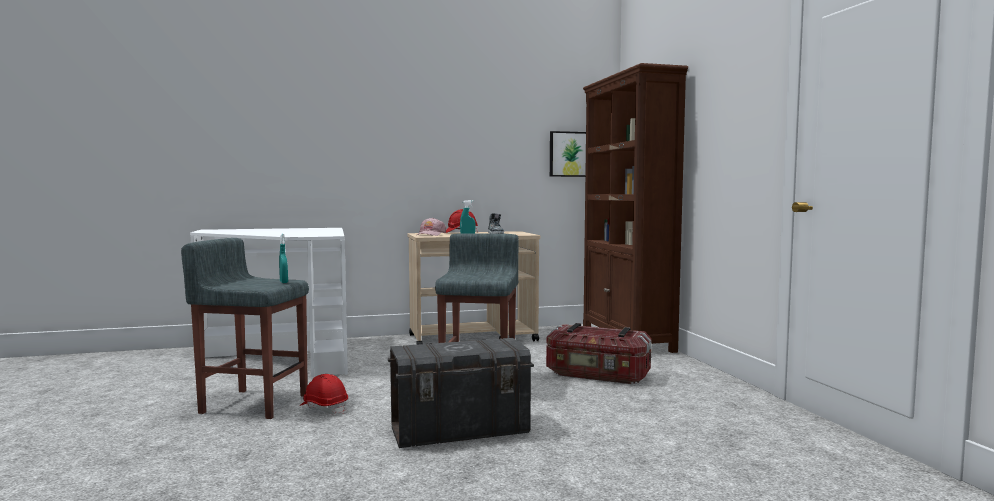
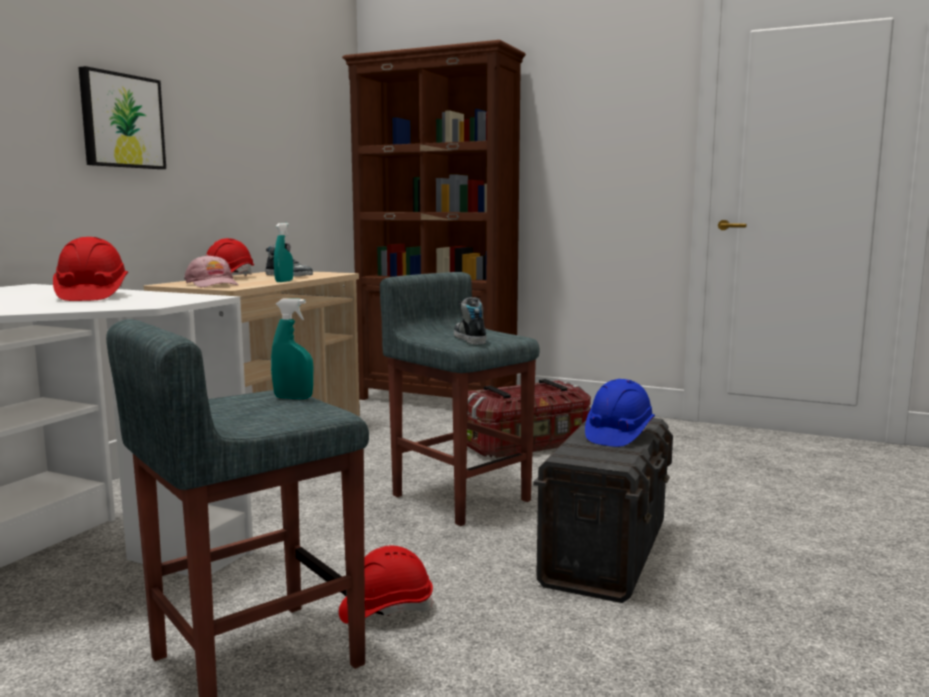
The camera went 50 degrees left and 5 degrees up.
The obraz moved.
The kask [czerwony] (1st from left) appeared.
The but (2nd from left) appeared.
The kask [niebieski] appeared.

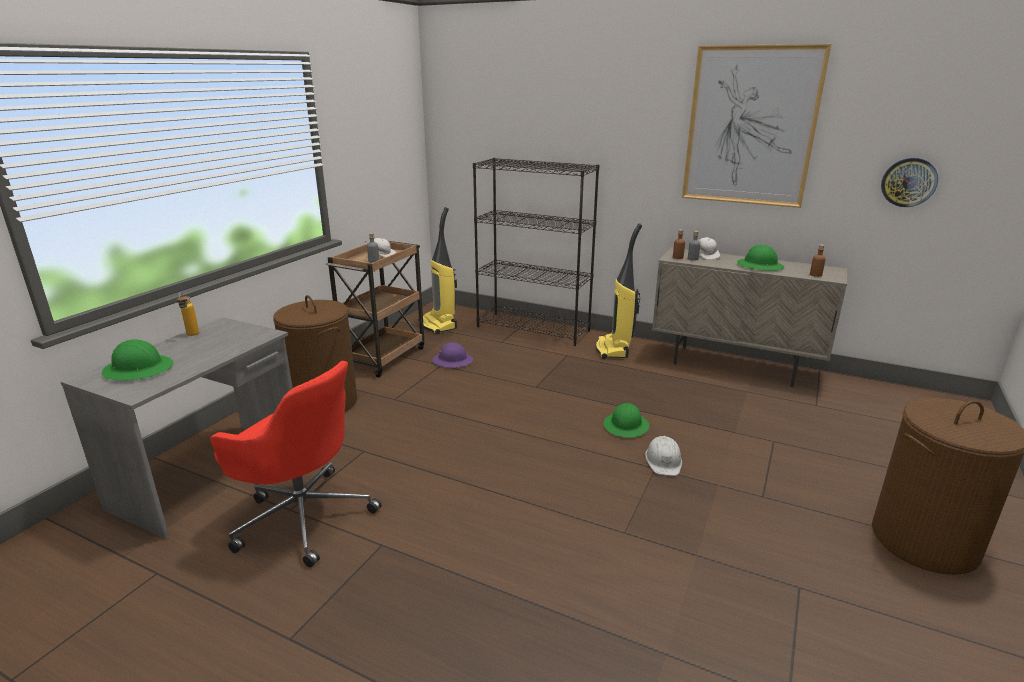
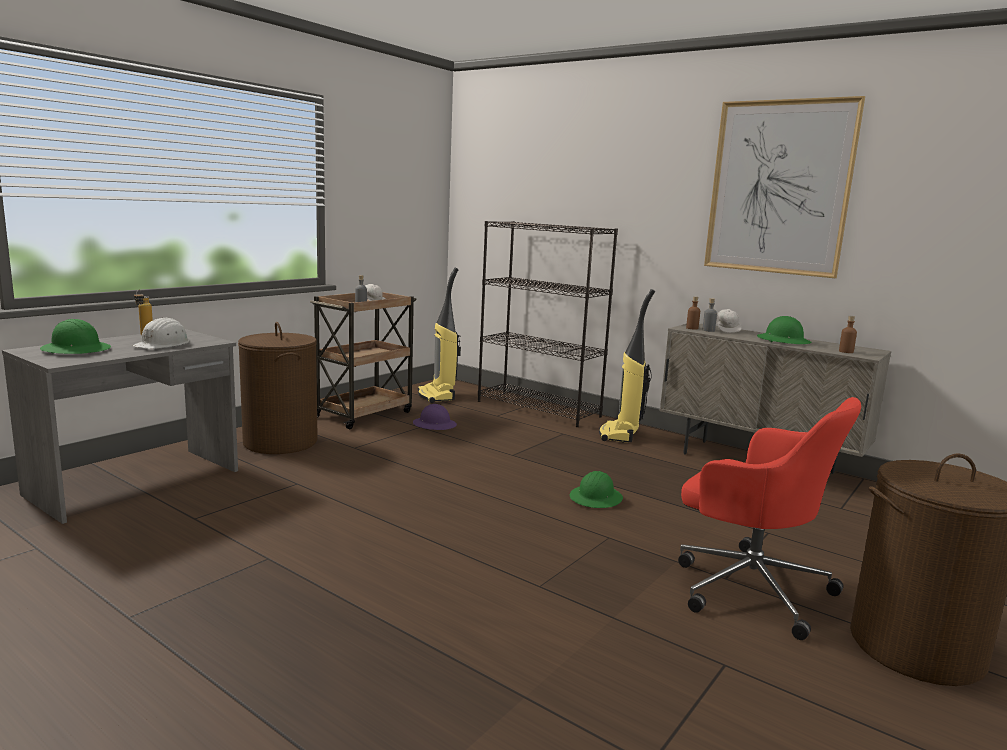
The camera went 10 degrees right and 10 degrees down.
The krzesło biurowe [czerwony] moved.
The kask [biały] moved.
The zegar ścienny disappeared.

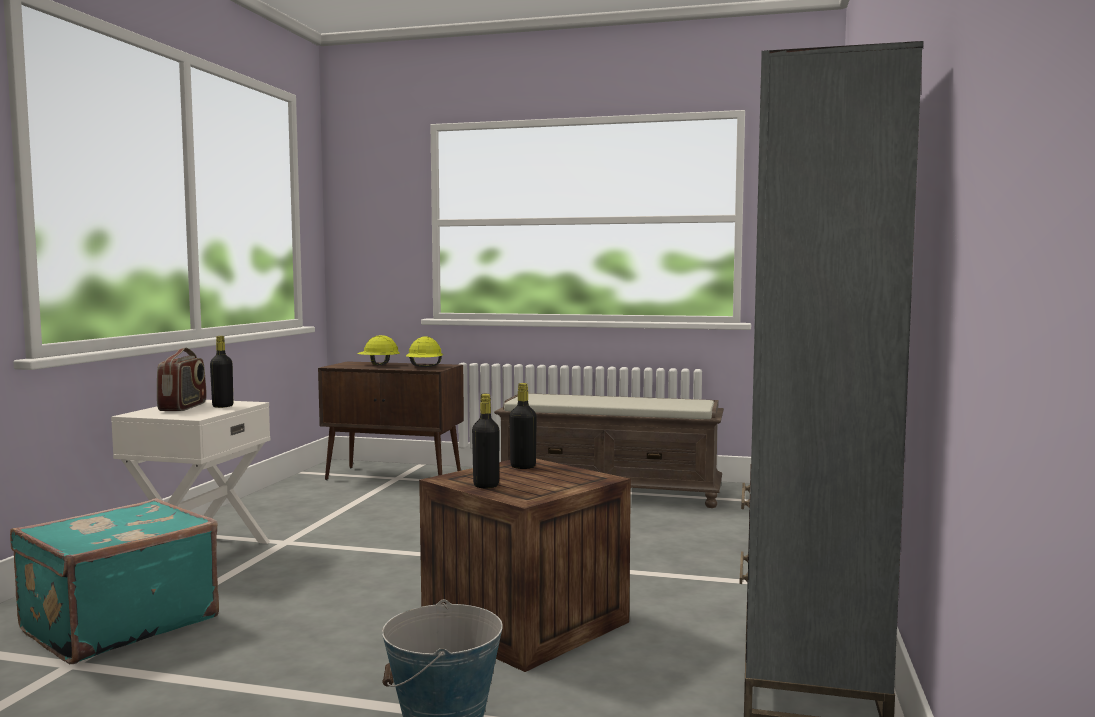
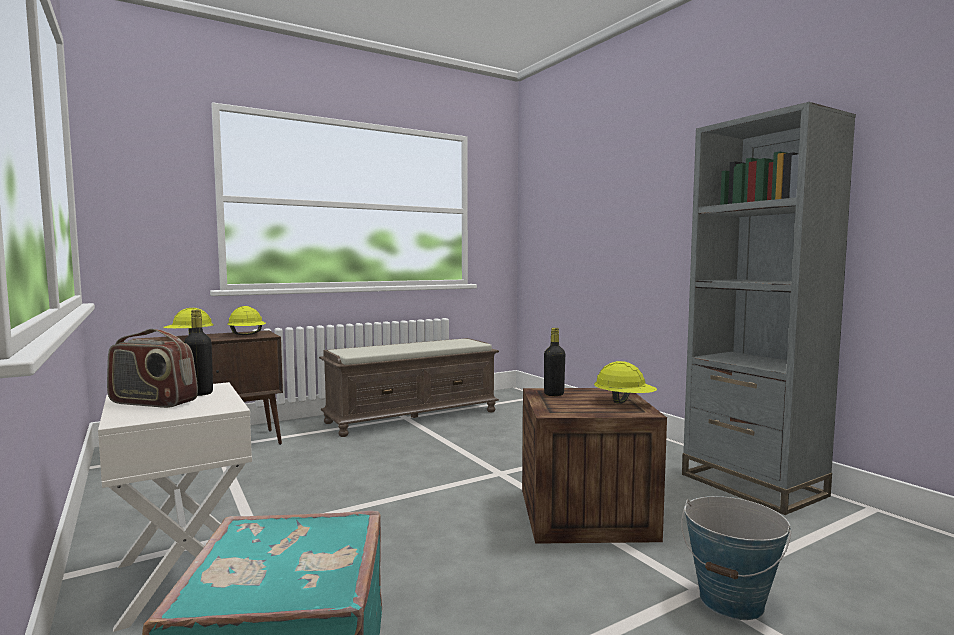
The camera went 45 degrees left and 0 degrees up.
The radio turned 150 degrees clockwise.
The butelka [czarny] (2nd from left) disappeared.
The kask [żółty] (3rd from left) appeared.

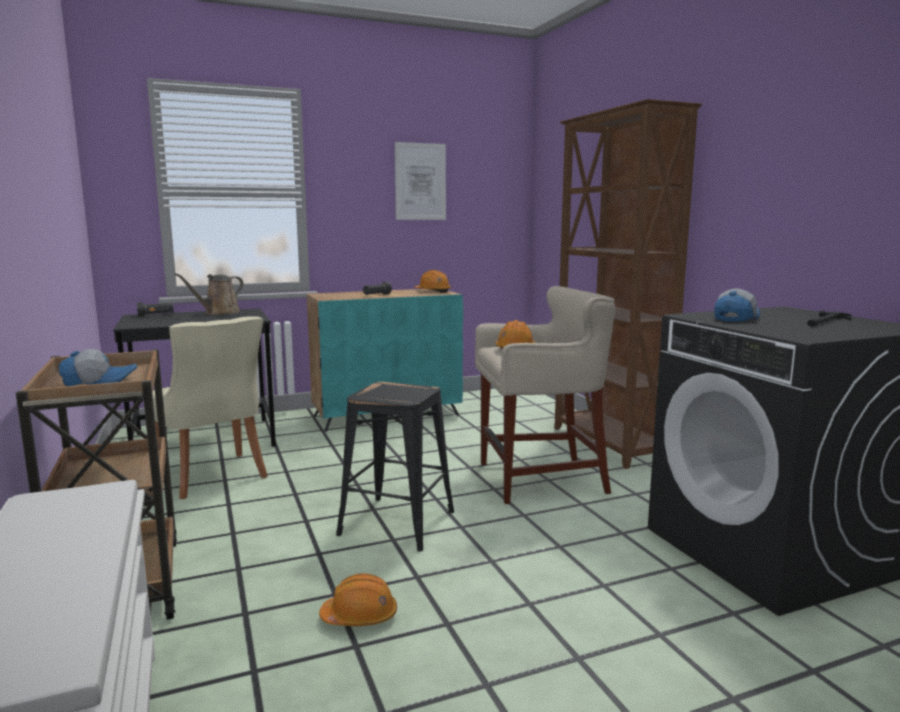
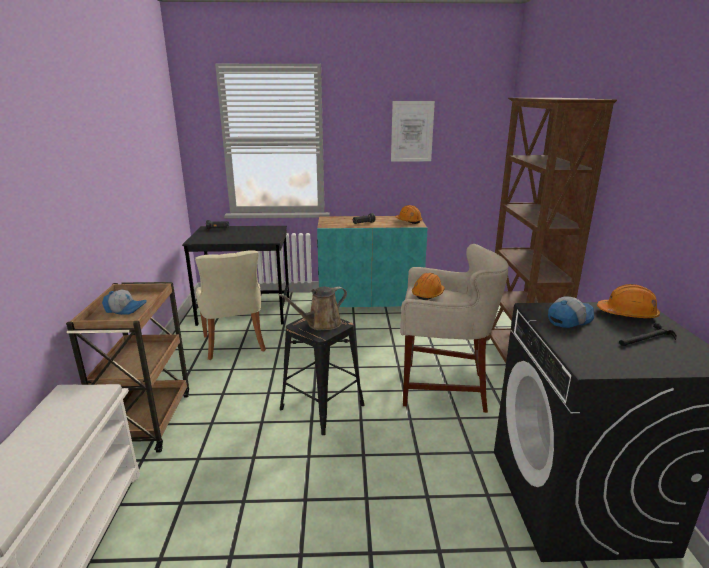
The camera went 20 degrees right and 10 degrees up.
The konewka [brązowy] moved.
The kask [pomarańczowy] (1st from left in the first image) moved.

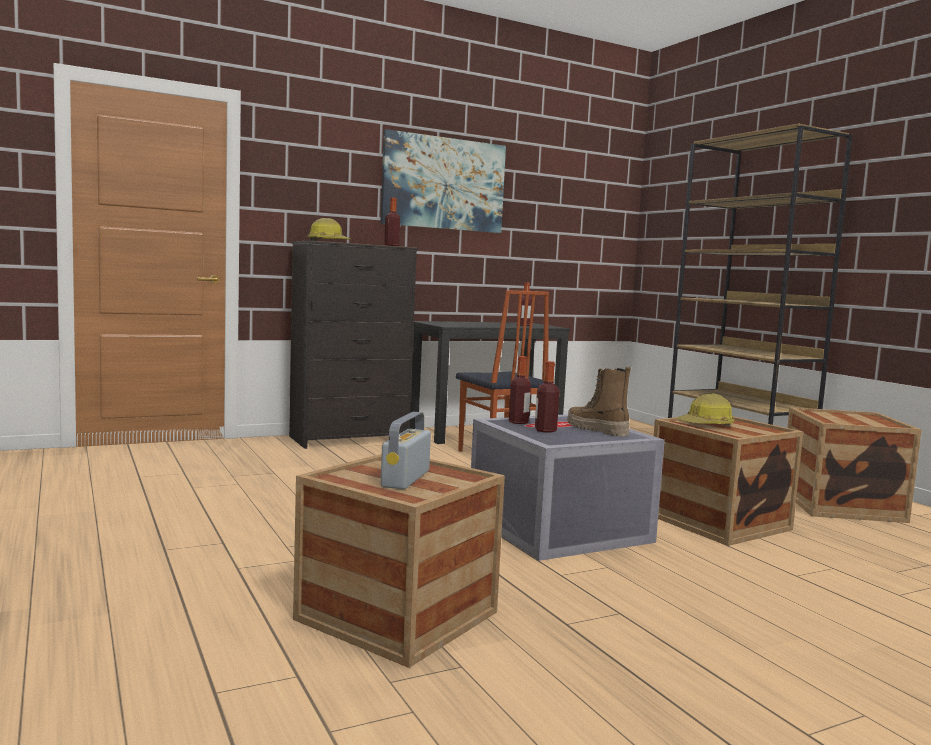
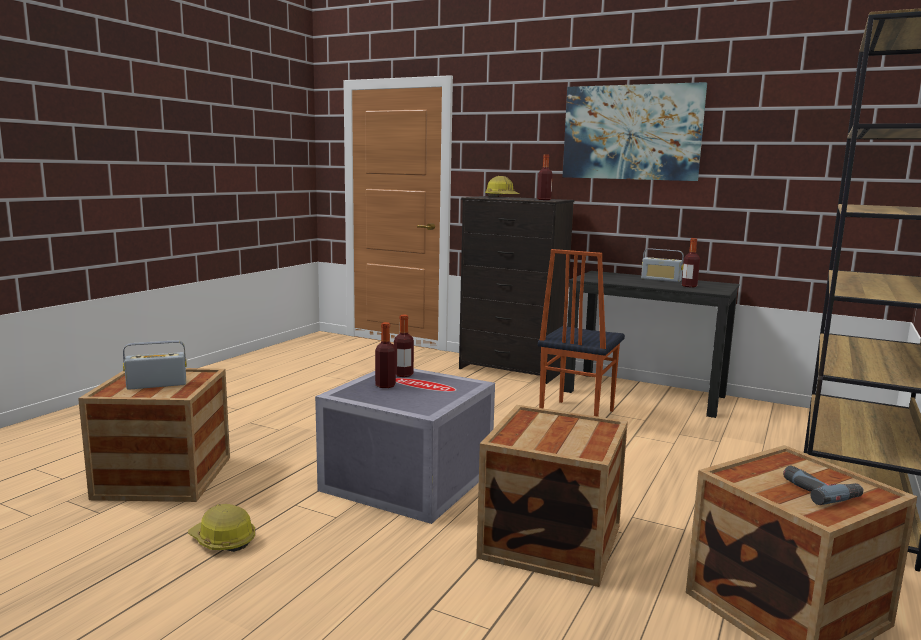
The camera went 55 degrees right and 5 degrees up.
The but z cholewką disappeared.
The kask (2nd from left in the first image) moved.
The radio (2nd from left) appeared.
The wiertarka appeared.

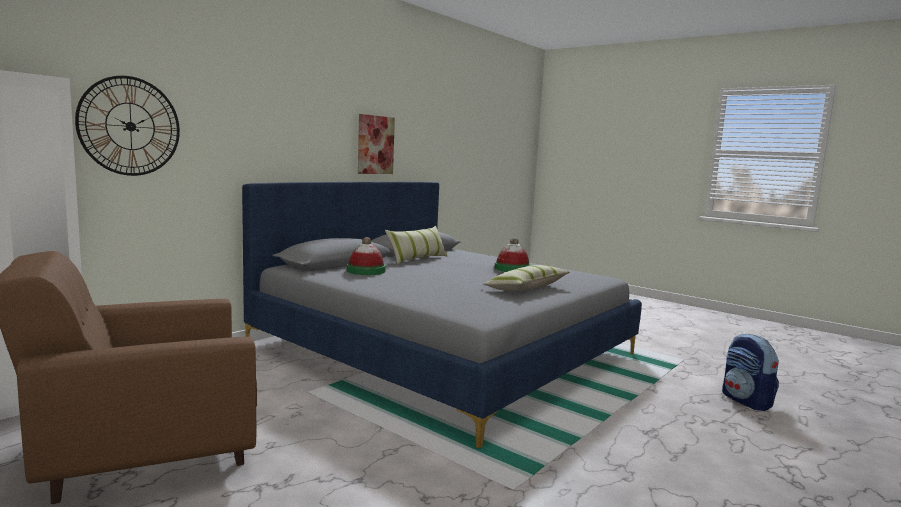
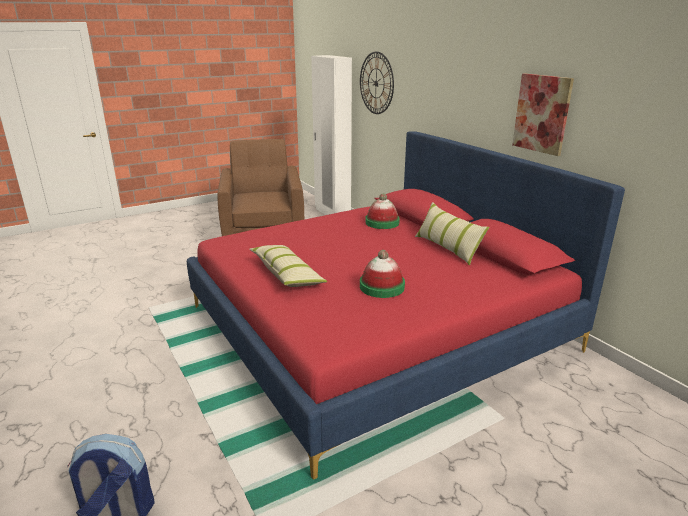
The camera went 110 degrees right and 15 degrees up.
The łóżko [szary] became the łóżko [czerwony].

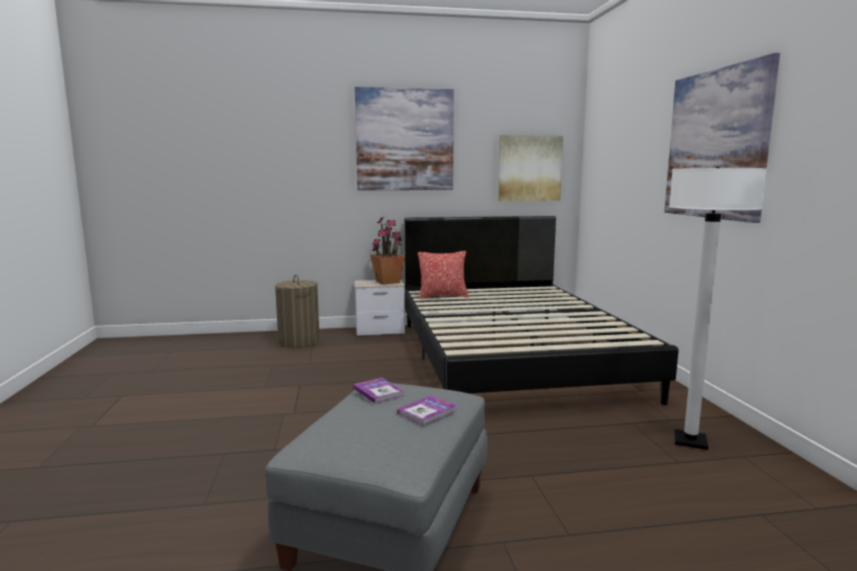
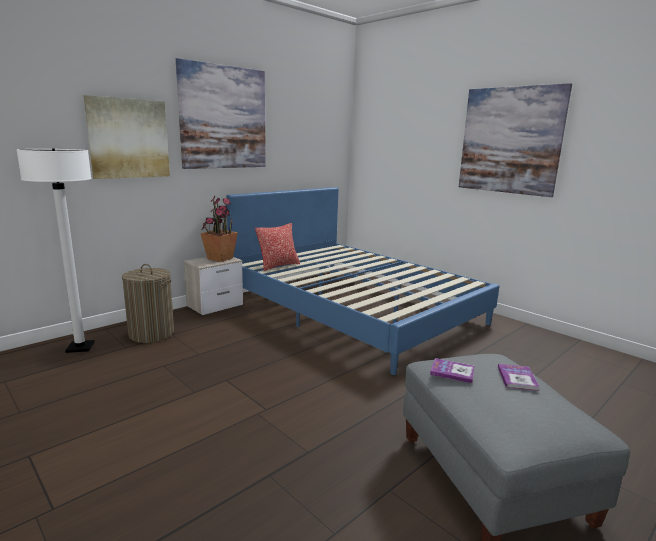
The camera went 35 degrees left and 5 degrees up.
The łóżko [czarny] became the łóżko [niebieski].
The obraz (2nd from left in the first image) moved.
The lampa stojąca [biały] moved.

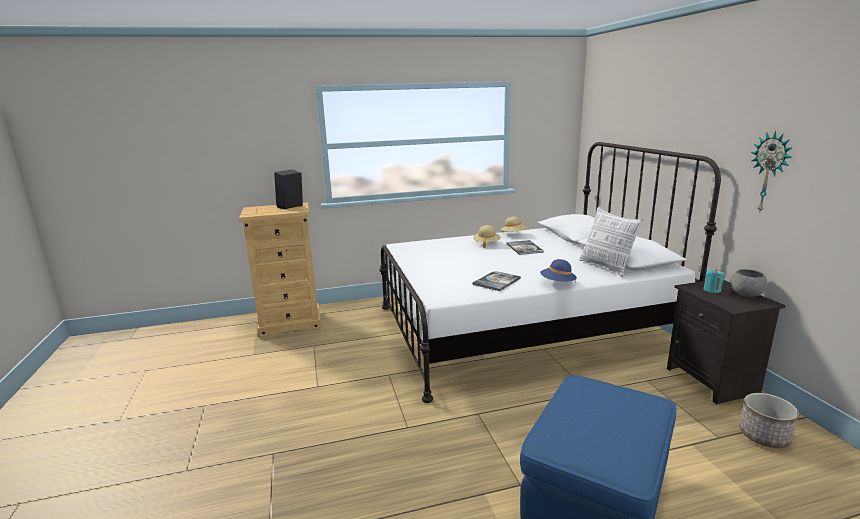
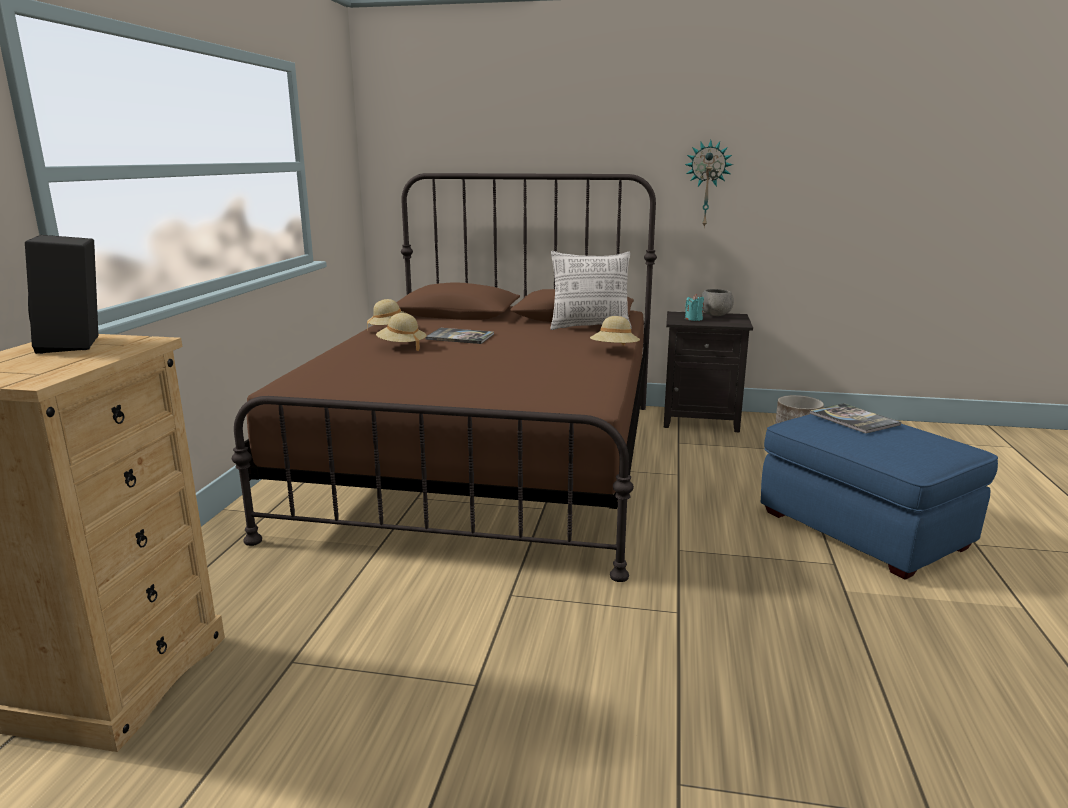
The camera went 65 degrees left and 0 degrees up.
The łóżko [biały] became the łóżko [brązowy].
The książka (1st from left in the first image) moved.
The kapelusz [niebieski] became the kapelusz [beżowy] (3rd from left).

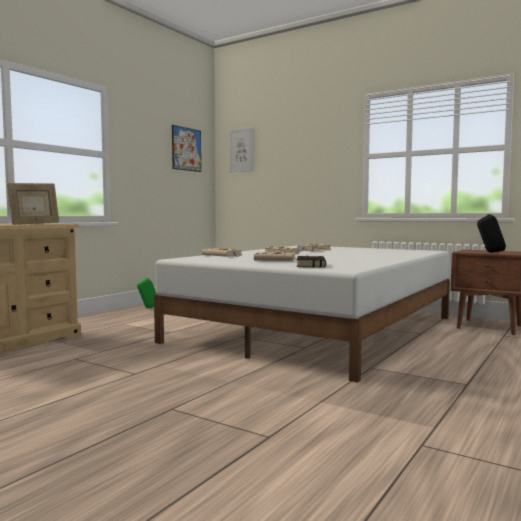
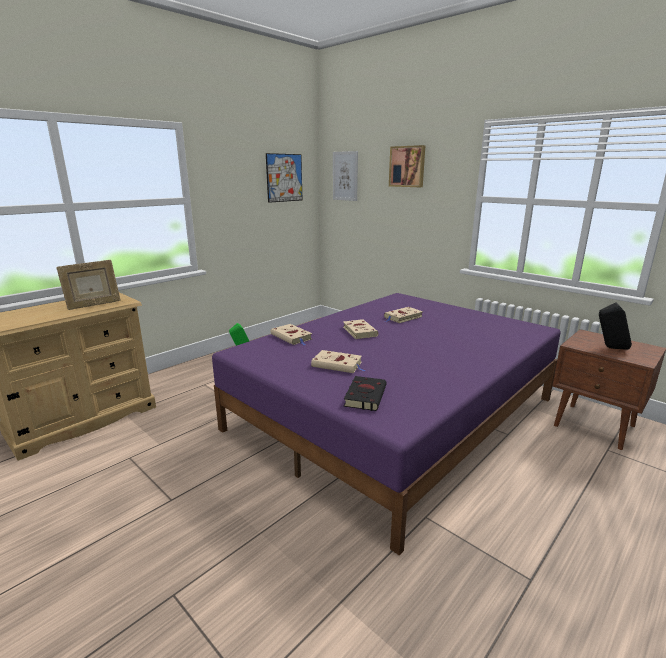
The camera went 10 degrees right and 15 degrees up.
The łóżko [biały] became the łóżko [fioletowy].
The obraz (3rd from left) appeared.

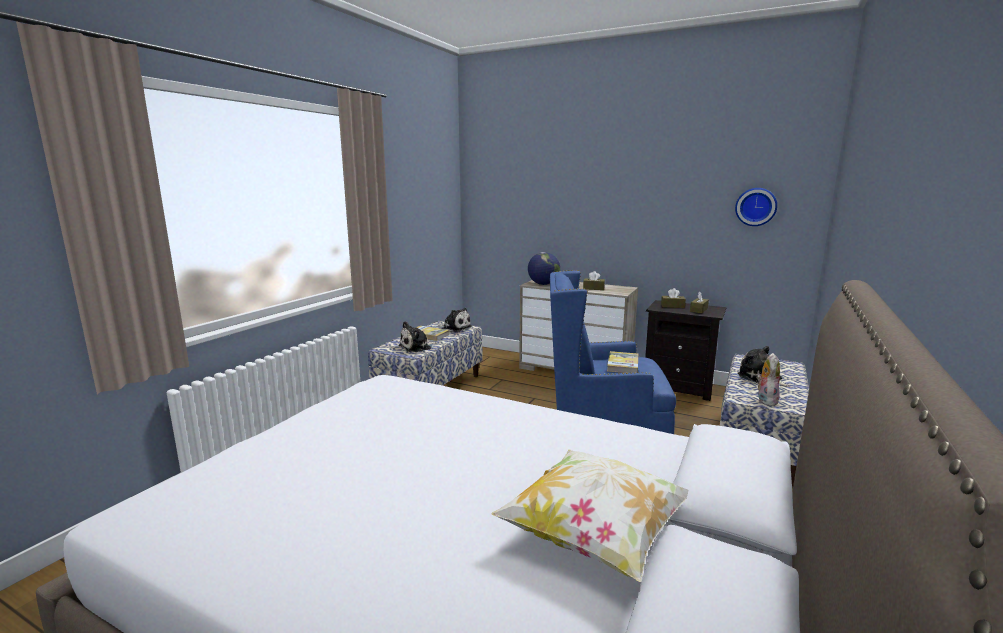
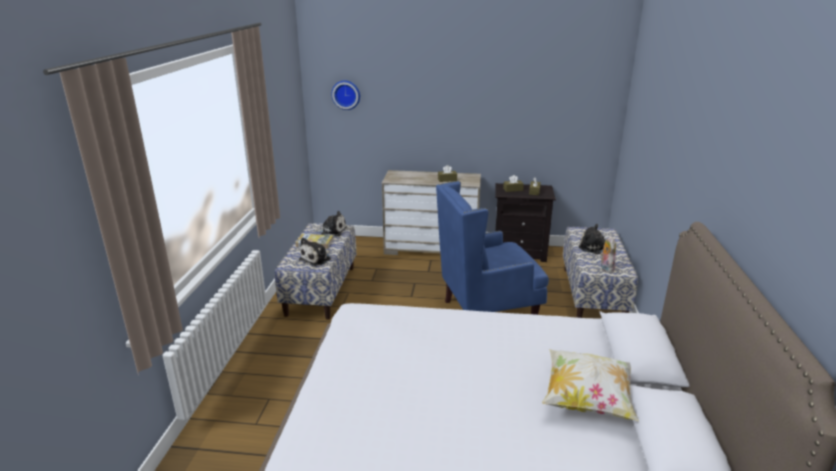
The camera went 20 degrees left and 10 degrees up.
The globus disappeared.
The książka (2nd from left) disappeared.
The zegar ścienny moved.

